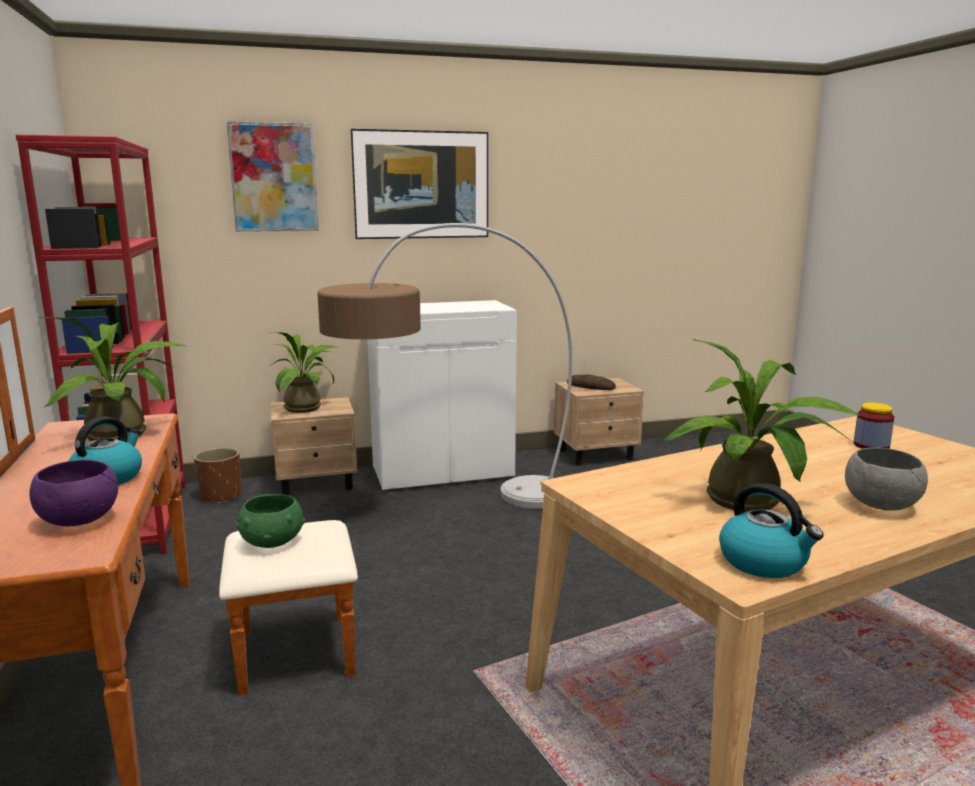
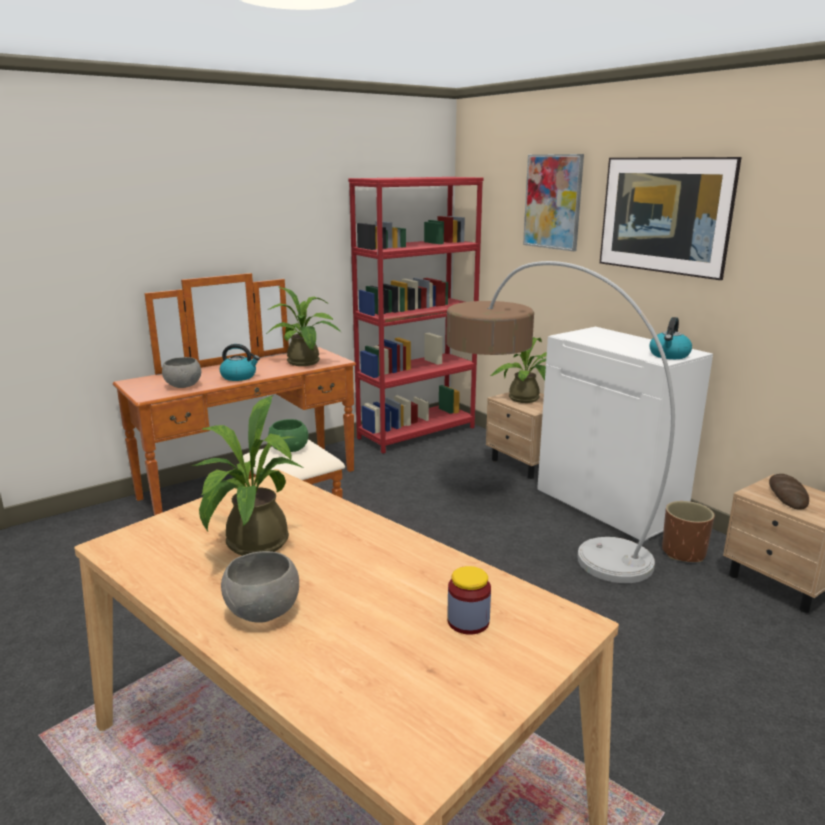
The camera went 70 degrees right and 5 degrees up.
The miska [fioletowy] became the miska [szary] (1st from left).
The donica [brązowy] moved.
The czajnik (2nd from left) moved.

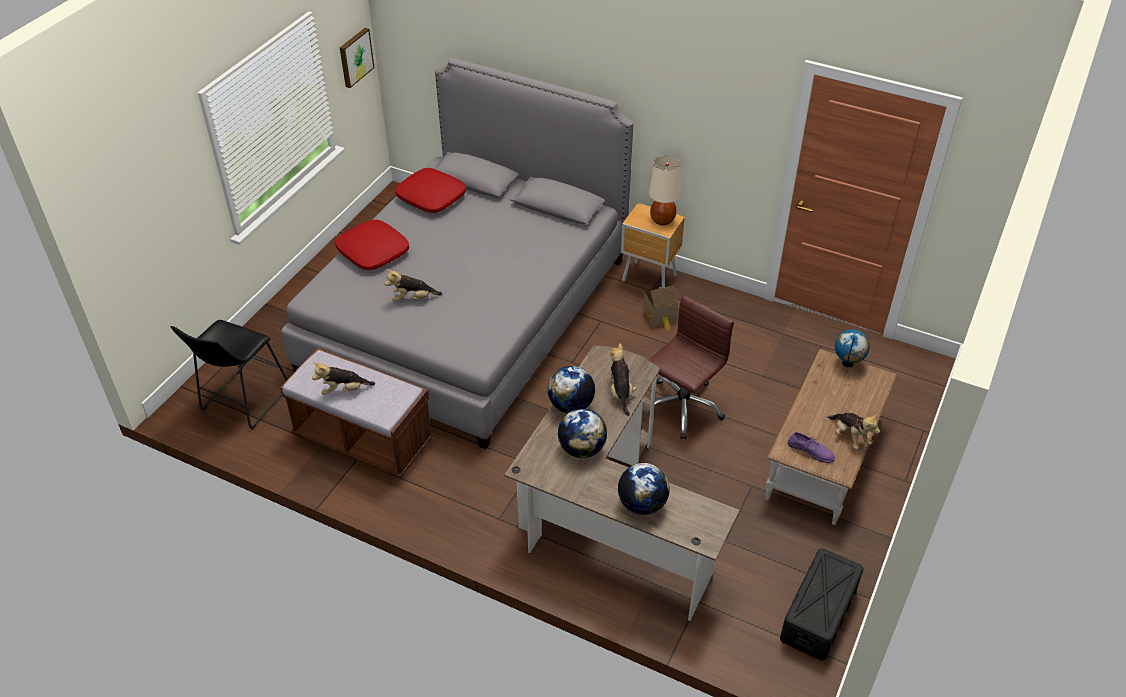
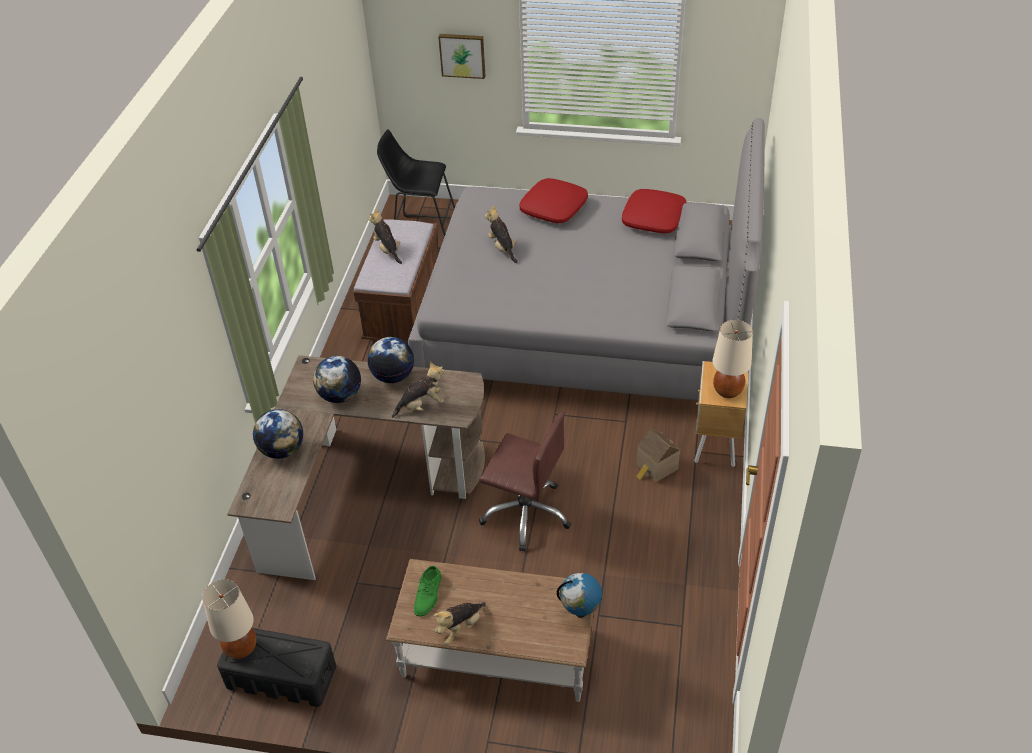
The camera went 75 degrees right and 0 degrees up.
The obraz moved.
The but [fioletowy] became the but [zielony].
The lampa stołowa [beżowy] (1st from left) appeared.

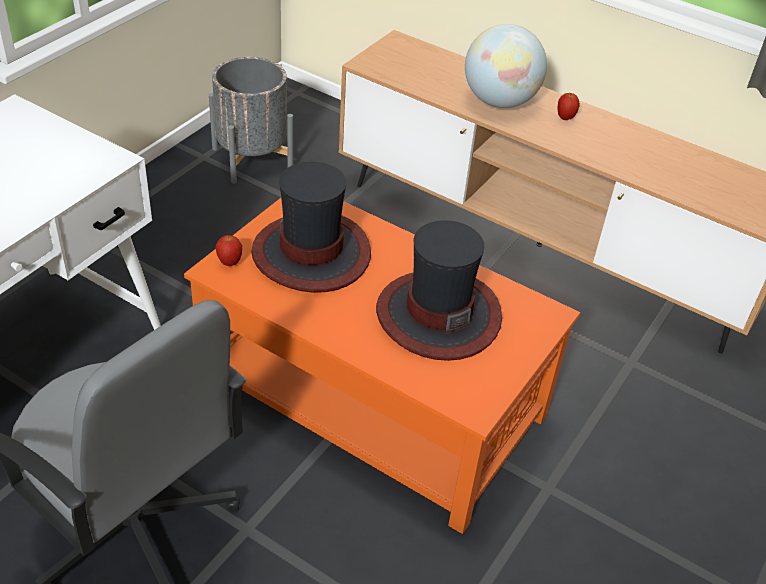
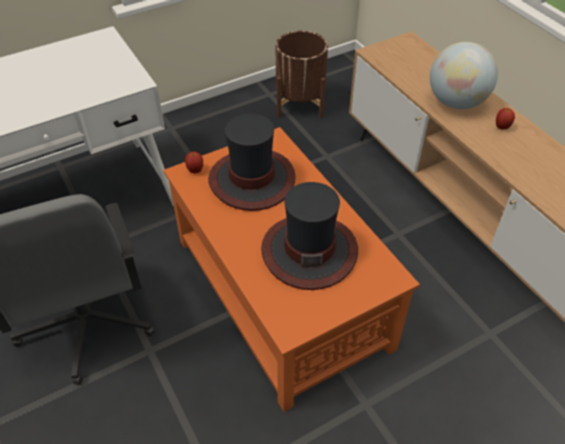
The camera went 30 degrees right and 5 degrees up.
The donica [szary] became the donica [brązowy].

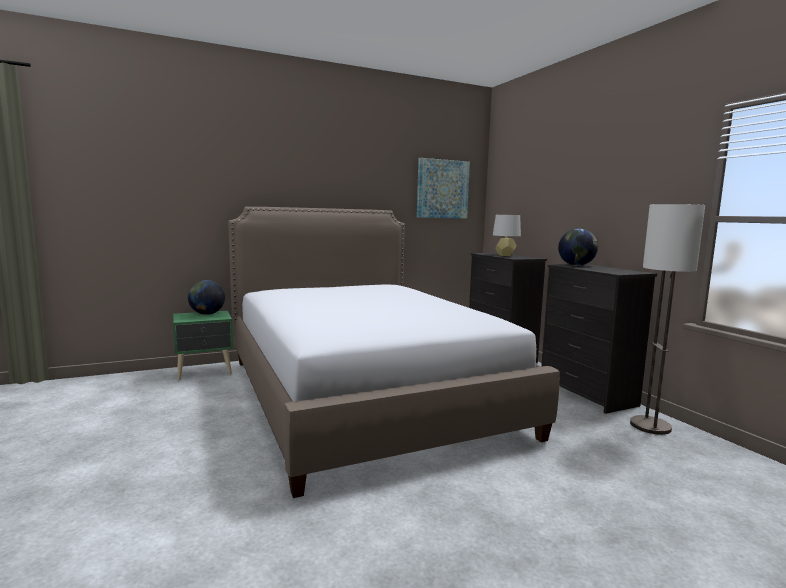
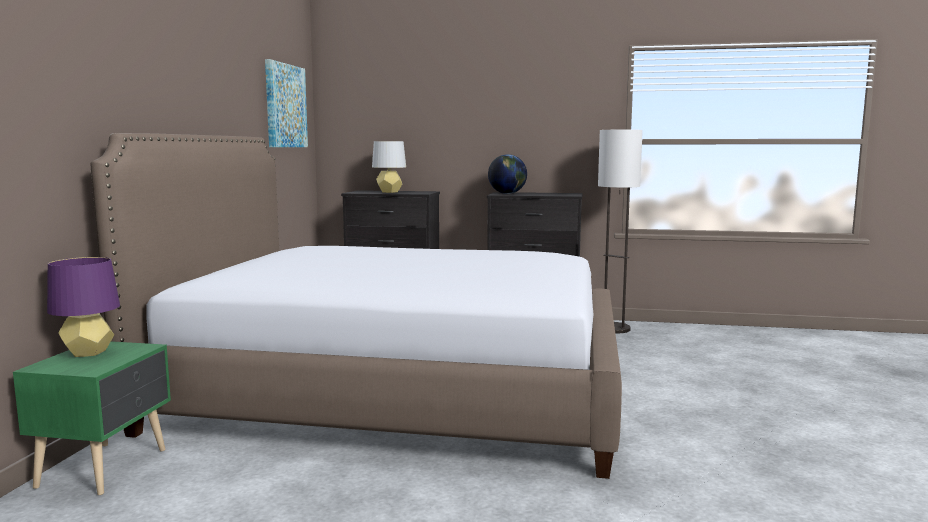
The camera went 55 degrees left and 0 degrees up.
The globus (1st from left) was replaced by the lampa stołowa [fioletowy].

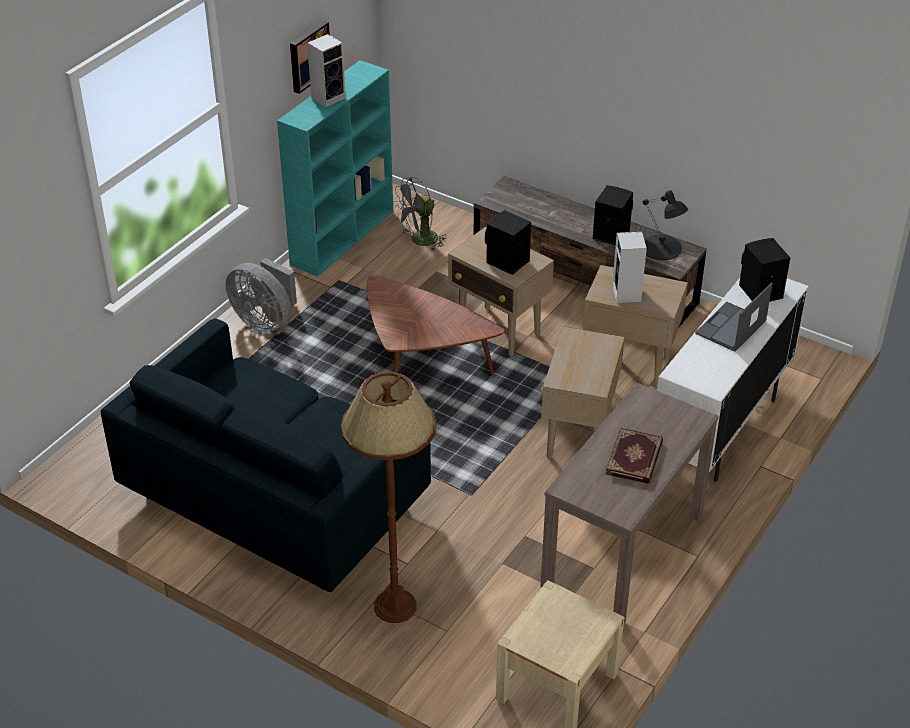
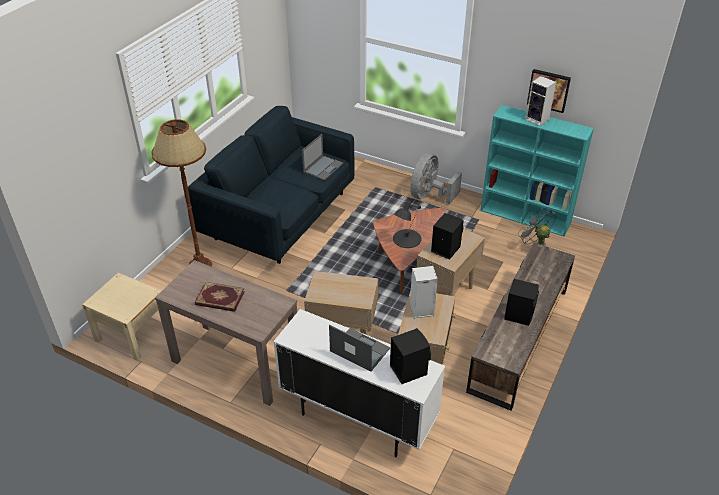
The camera went 85 degrees right and 0 degrees up.
The lampa stołowa [czarny] moved.
The laptop (1st from left) appeared.

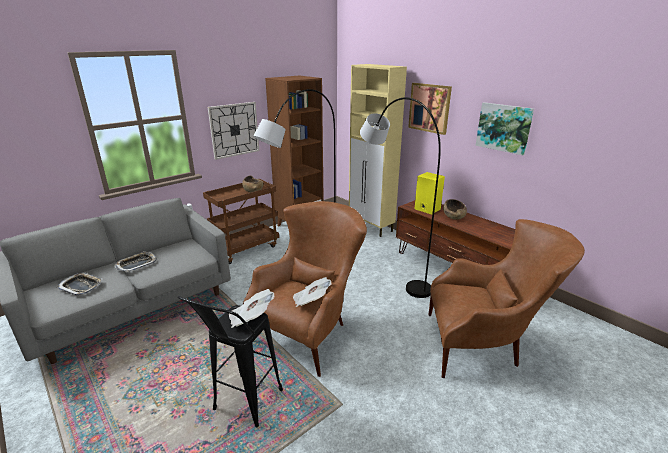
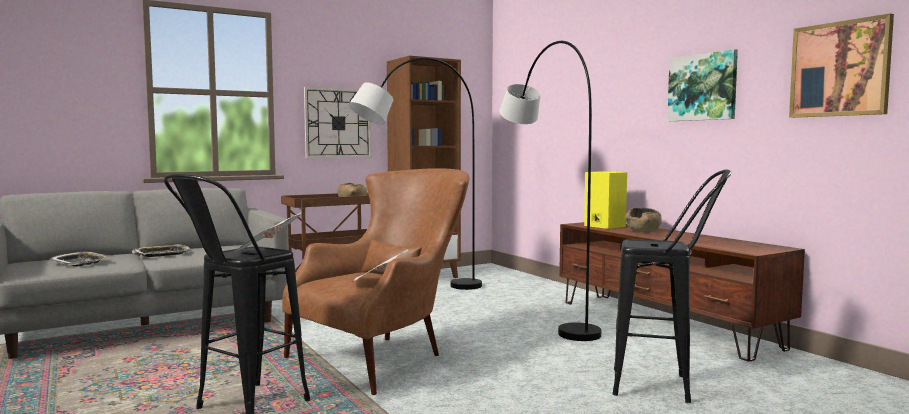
The camera went 10 degrees right and 20 degrees down.
The szafka [beżowy] disappeared.
The obraz (1st from left in the first image) moved.
The fotel [brązowy] (2nd from left) was replaced by the stołek [czarny] (2nd from left).

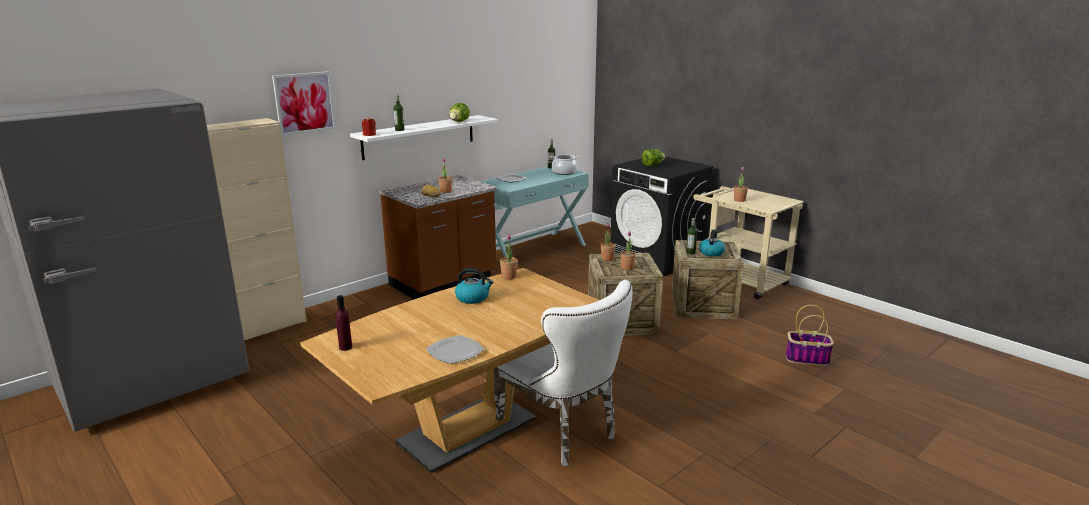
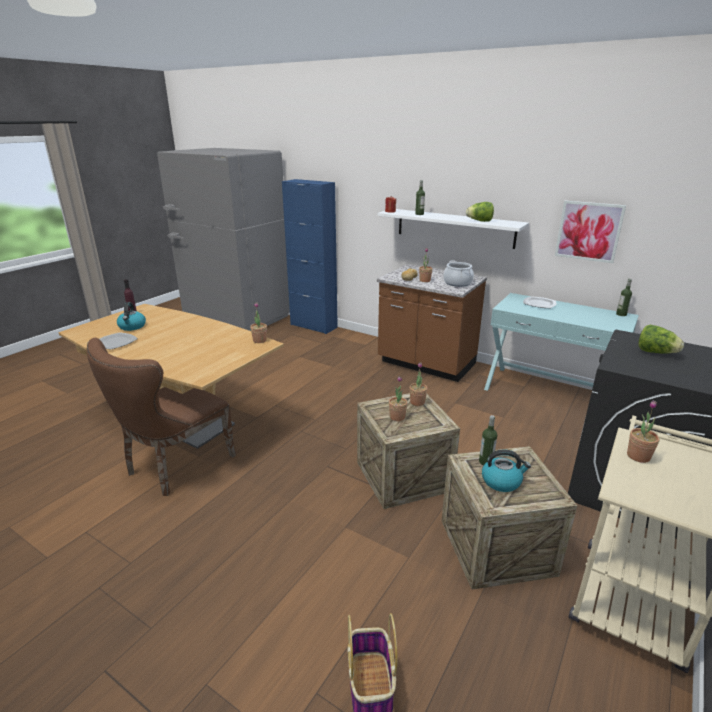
The camera went 75 degrees right and 5 degrees up.
The szafka [beżowy] became the szafka [niebieski].
The obraz moved.
The czajnik (1st from left) moved.
The krzesło [biały] became the krzesło [brązowy].
The garnek moved.

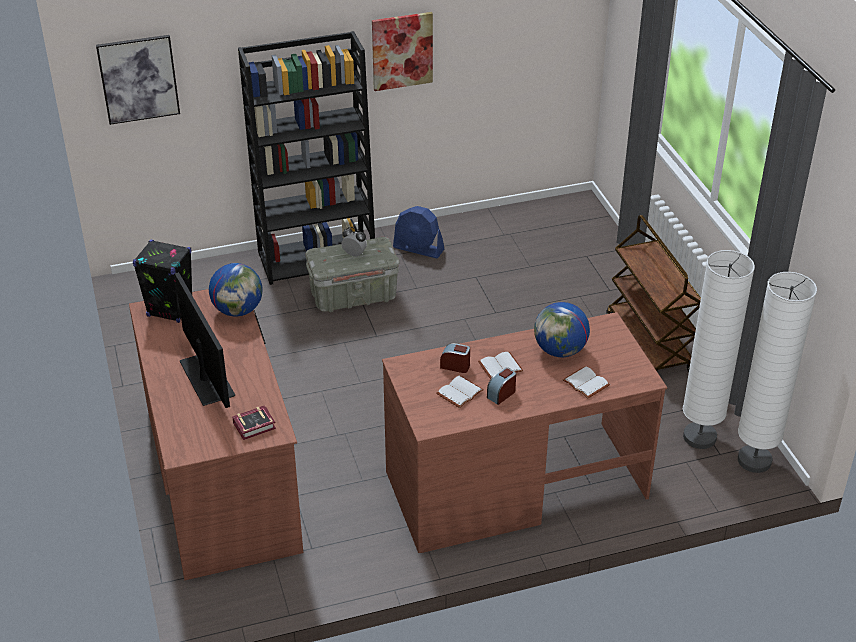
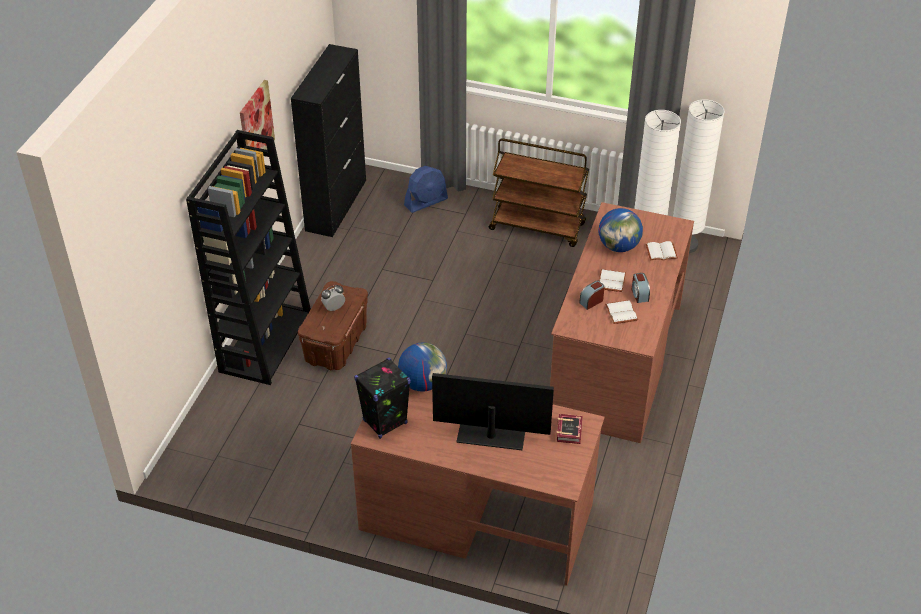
The camera went 55 degrees left and 5 degrees up.
The obraz (1st from left) disappeared.
The pojemnik do przechowywania [szary] became the pojemnik do przechowywania [brązowy].
The wentylator [niebieski] moved.
The szafka [czarny] appeared.

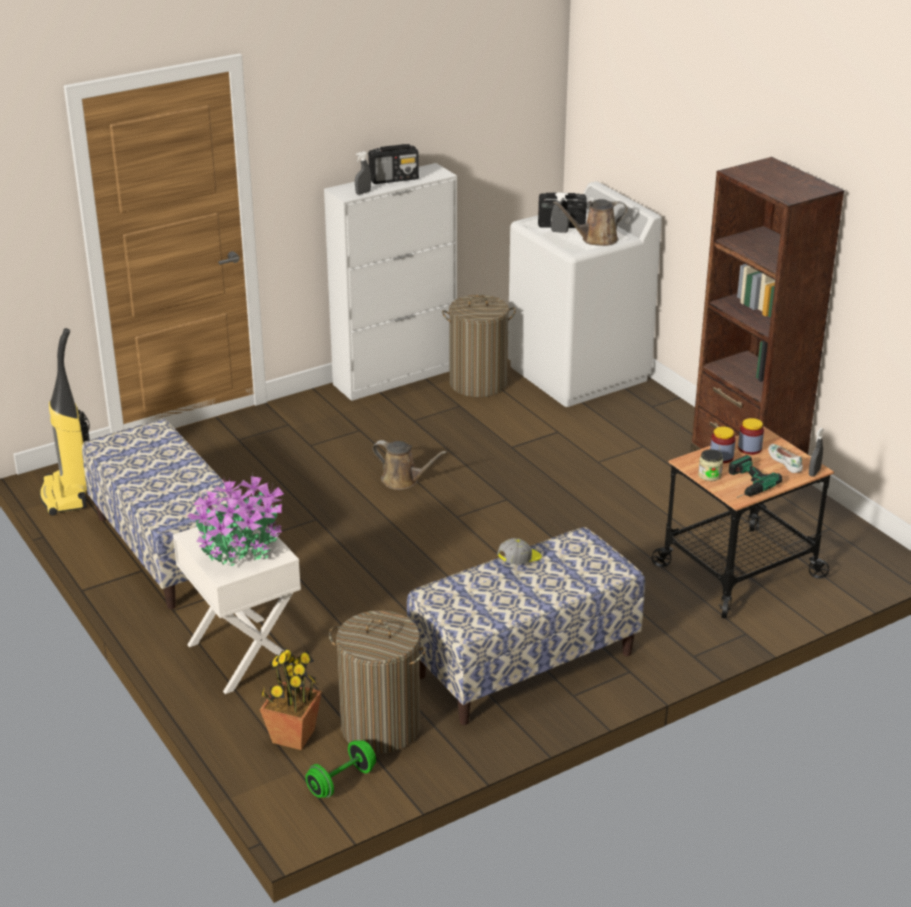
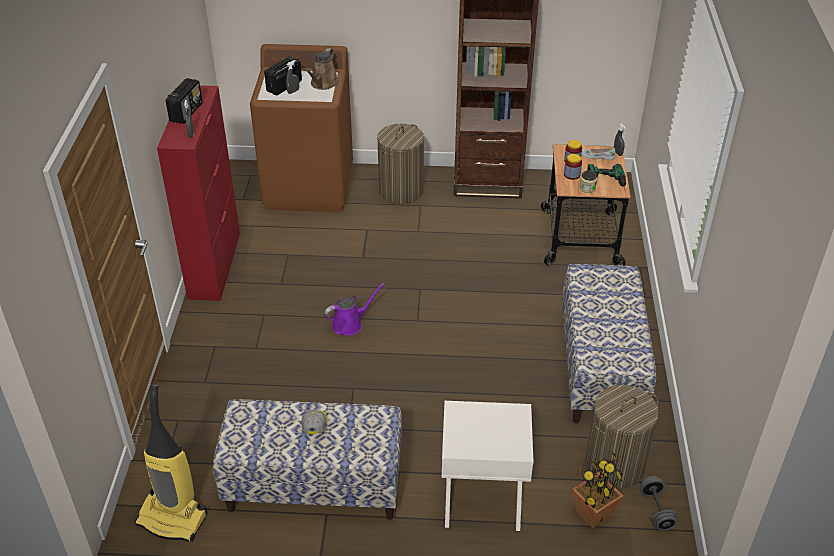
The camera went 55 degrees left and 10 degrees up.
The roślina doniczkowa (1st from left) disappeared.
The hantel [zielony] became the hantel [szary].
The szafka [biały] became the szafka [czerwony].
The konewka [brązowy] (1st from left) became the konewka [fioletowy].
The kosz na pranie (2nd from left in the first image) moved.
The czapka z daszkiem moved.
The pralka [biały] became the pralka [brązowy].

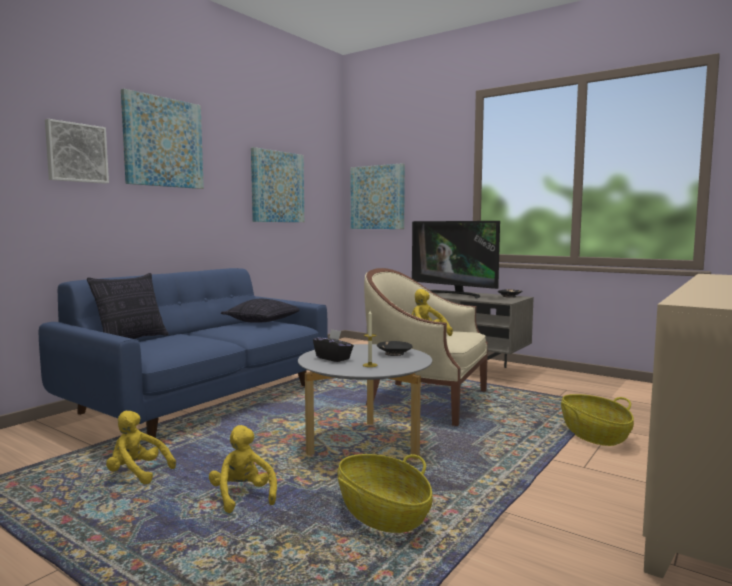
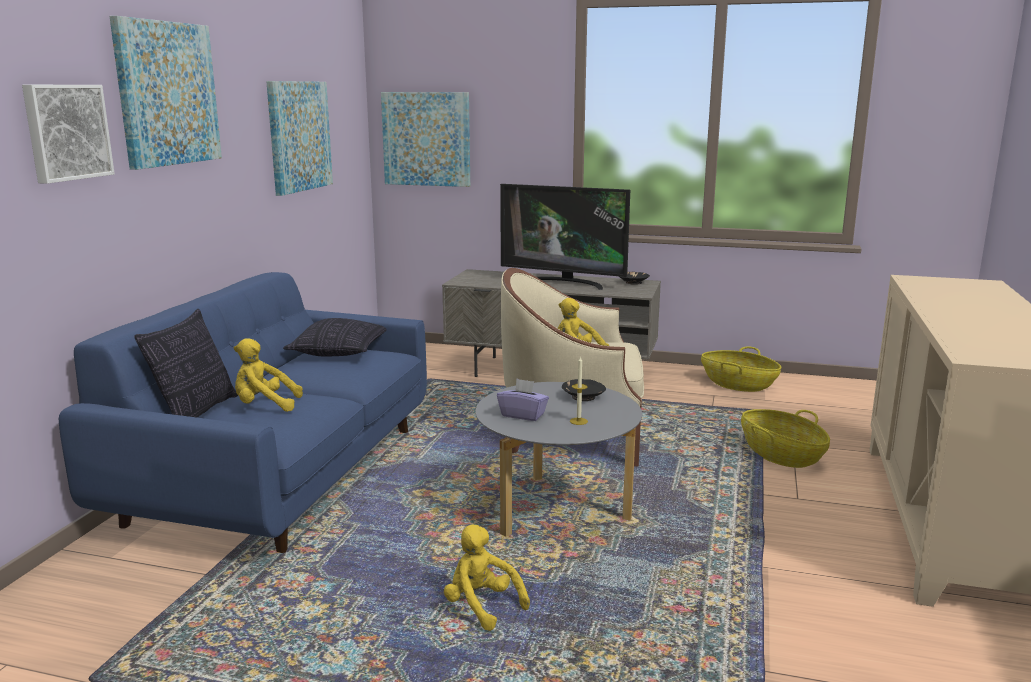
The camera went 20 degrees left and 10 degrees up.
The pluszak [żółty] (1st from left) moved.
The pudełko chusteczek [czarny] became the pudełko chusteczek [fioletowy].
The koszyk (1st from left) moved.

